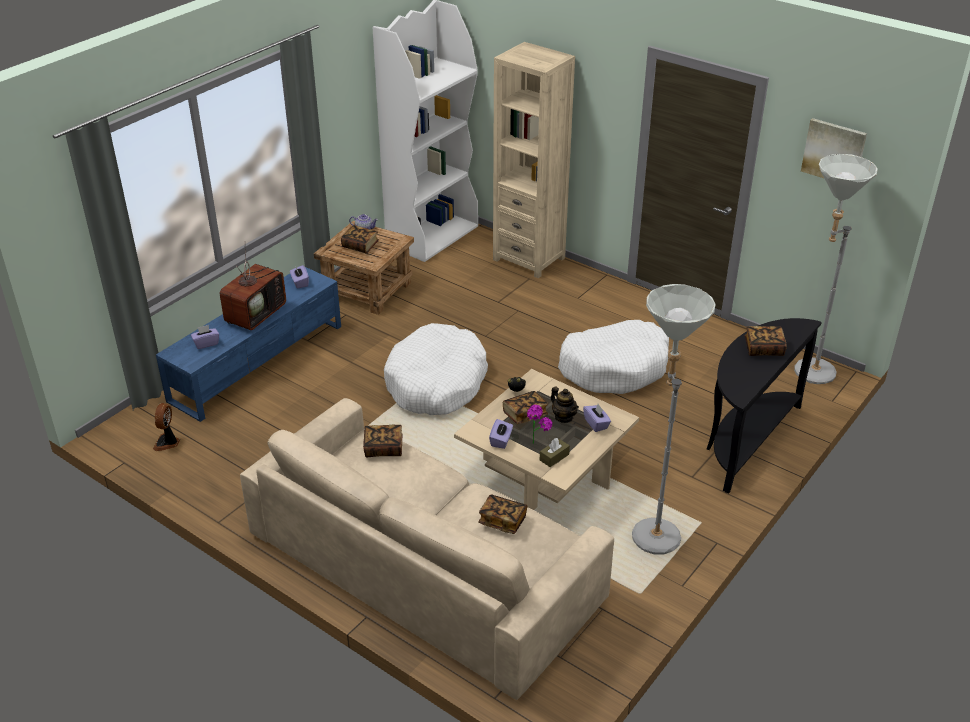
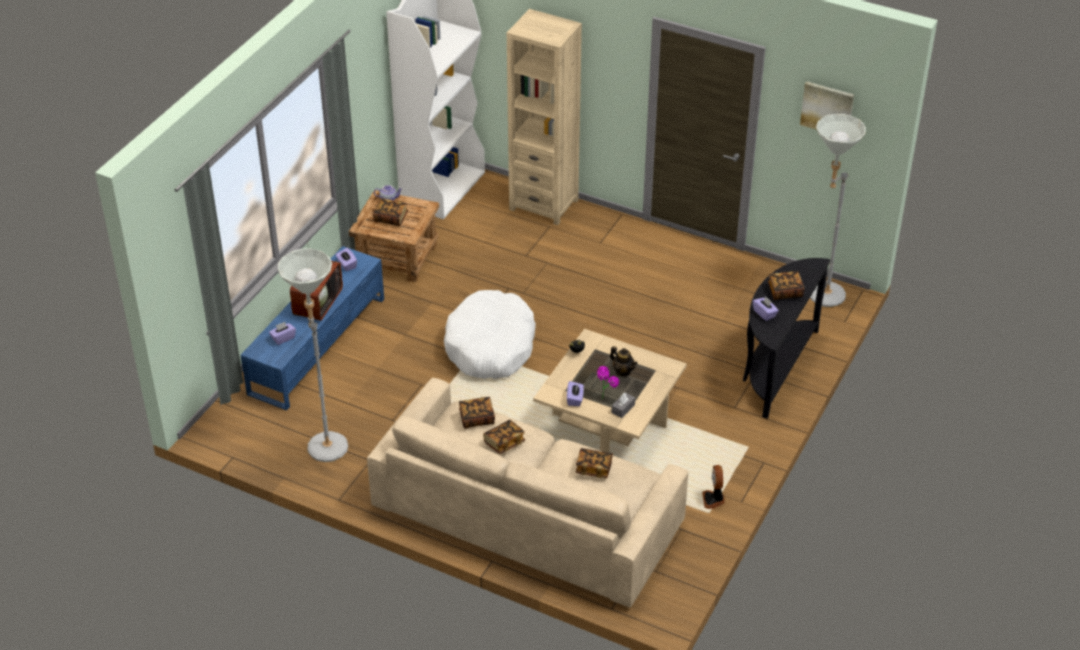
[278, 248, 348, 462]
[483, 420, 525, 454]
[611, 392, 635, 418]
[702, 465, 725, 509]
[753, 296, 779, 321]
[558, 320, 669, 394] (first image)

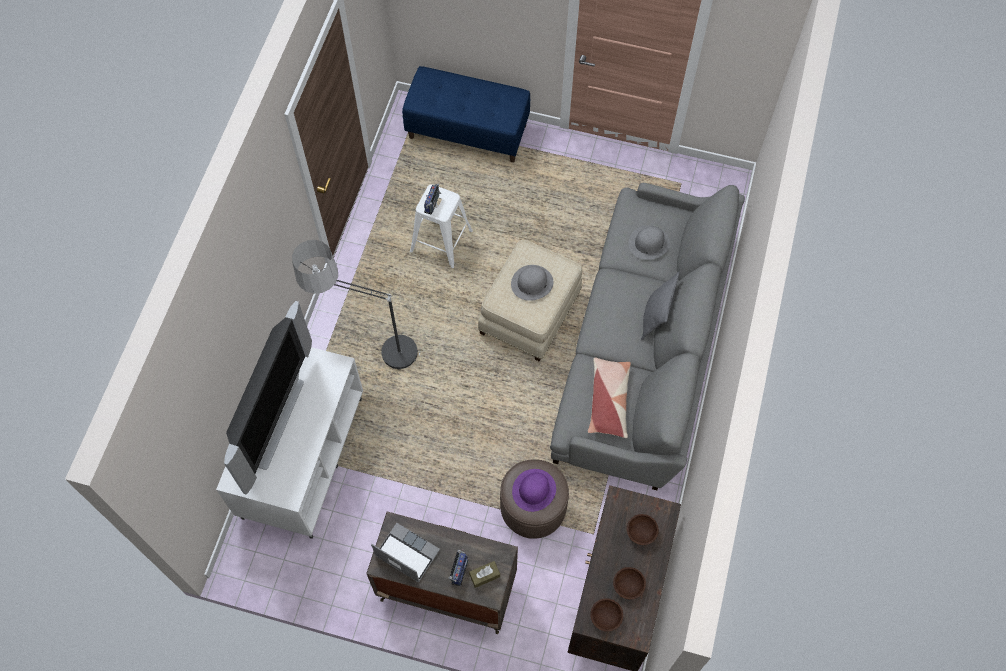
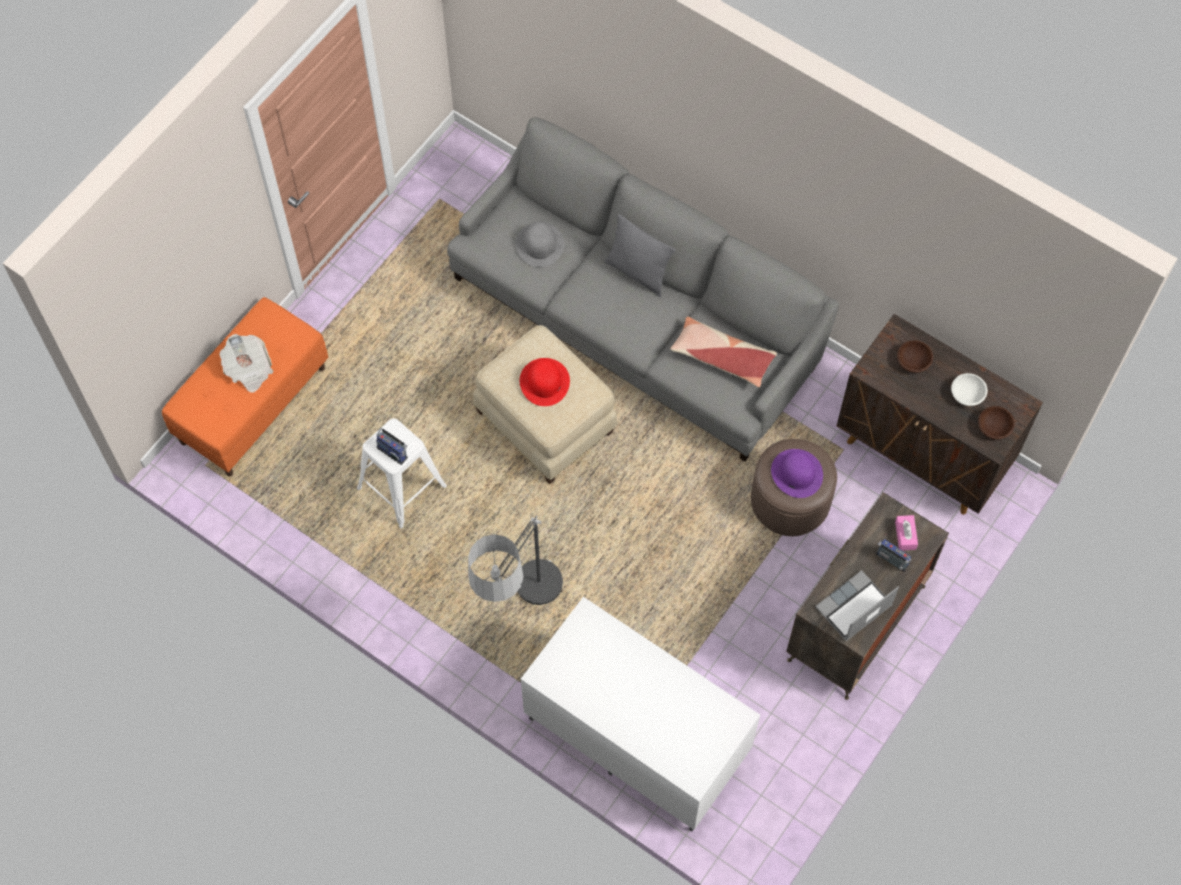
[162, 297, 328, 477]
[220, 334, 274, 393]
[520, 358, 570, 406]
[895, 515, 918, 551]
[951, 373, 987, 406]
[224, 301, 312, 495] (first image)

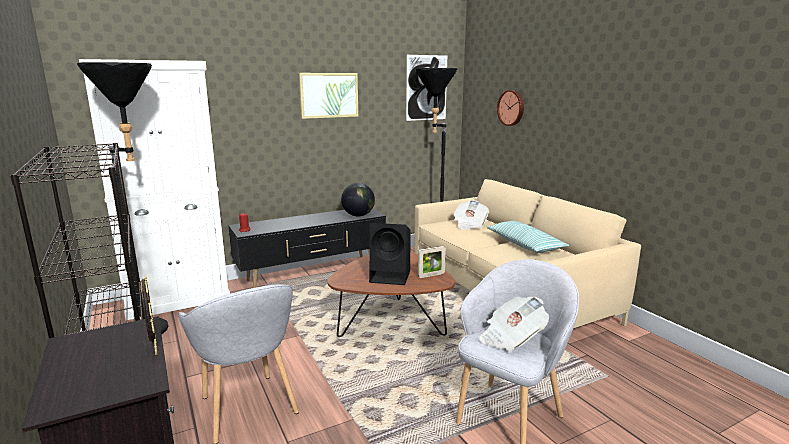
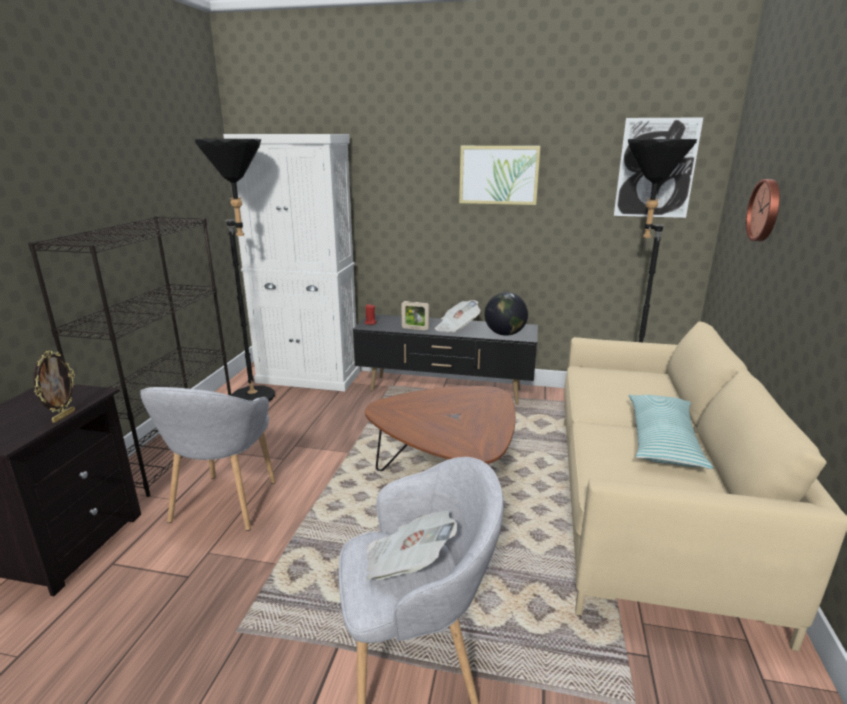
[401, 301, 429, 330]
[435, 300, 481, 333]
[369, 223, 411, 285] (first image)

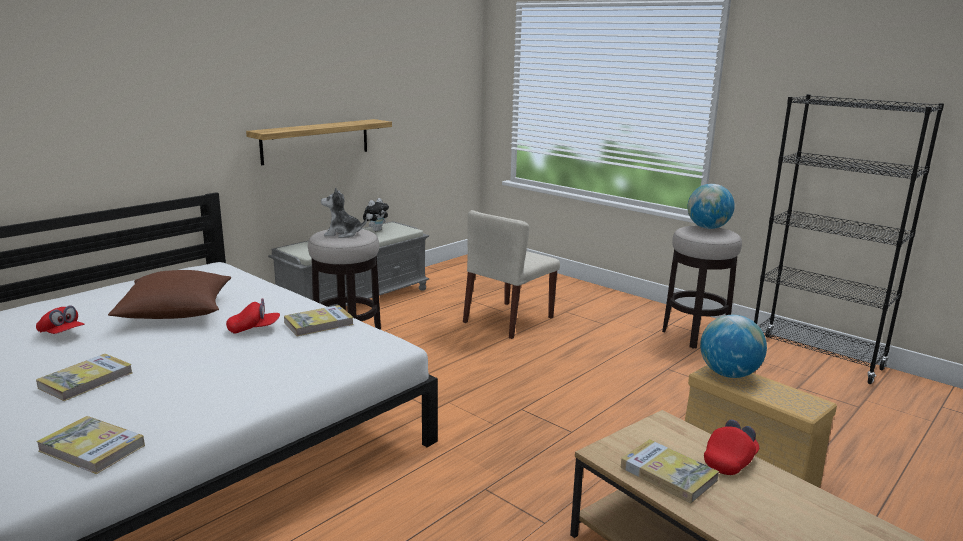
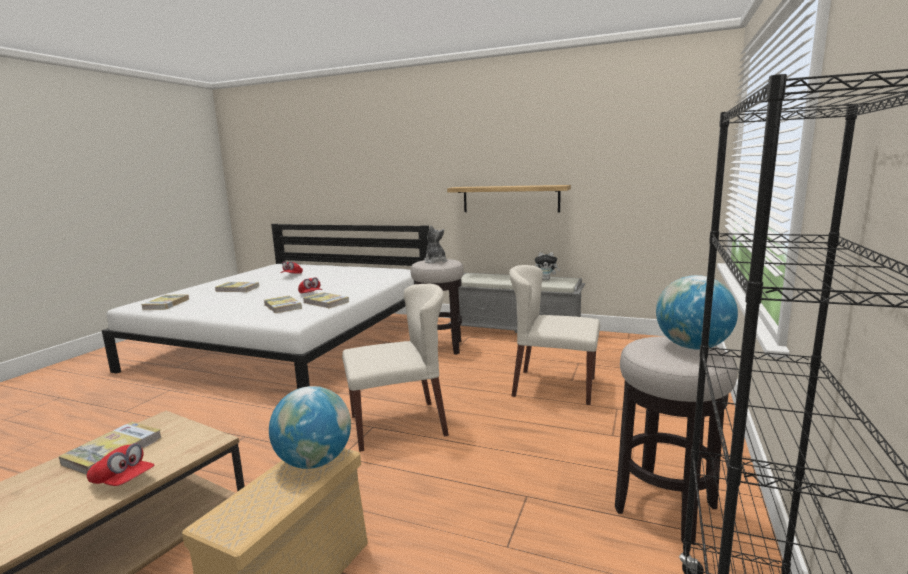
[264, 296, 302, 313]
[342, 284, 449, 452]
[108, 270, 231, 319] (first image)

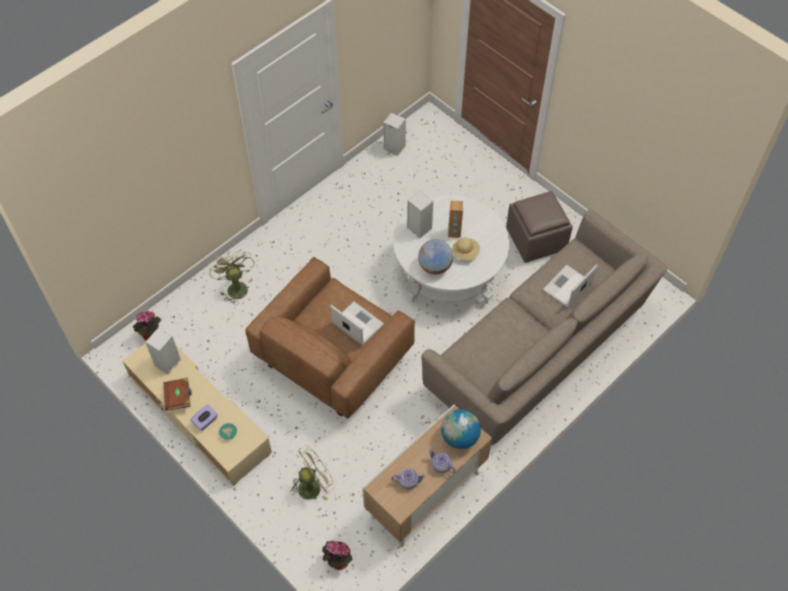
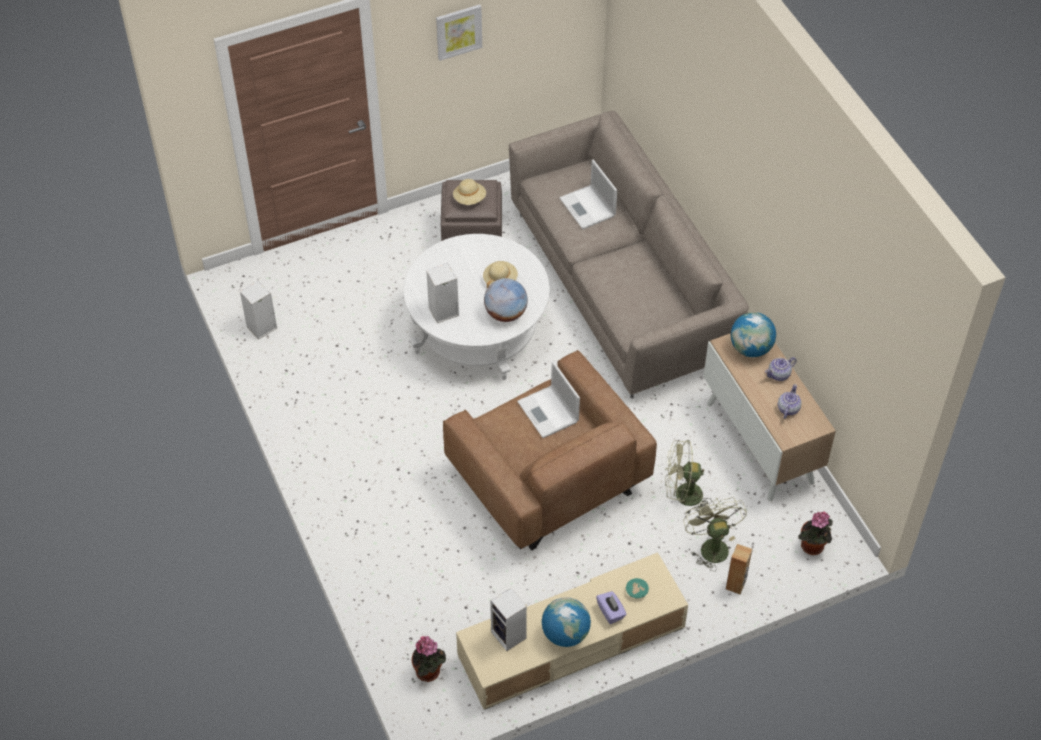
[436, 4, 482, 61]
[453, 179, 486, 205]
[517, 361, 580, 438]
[542, 597, 591, 647]
[665, 440, 712, 515]
[726, 544, 752, 594]

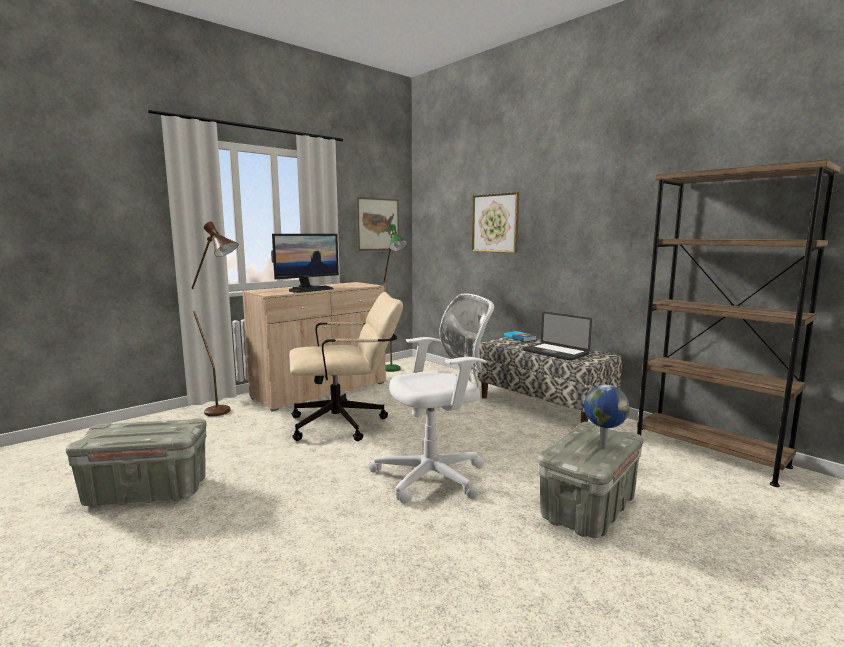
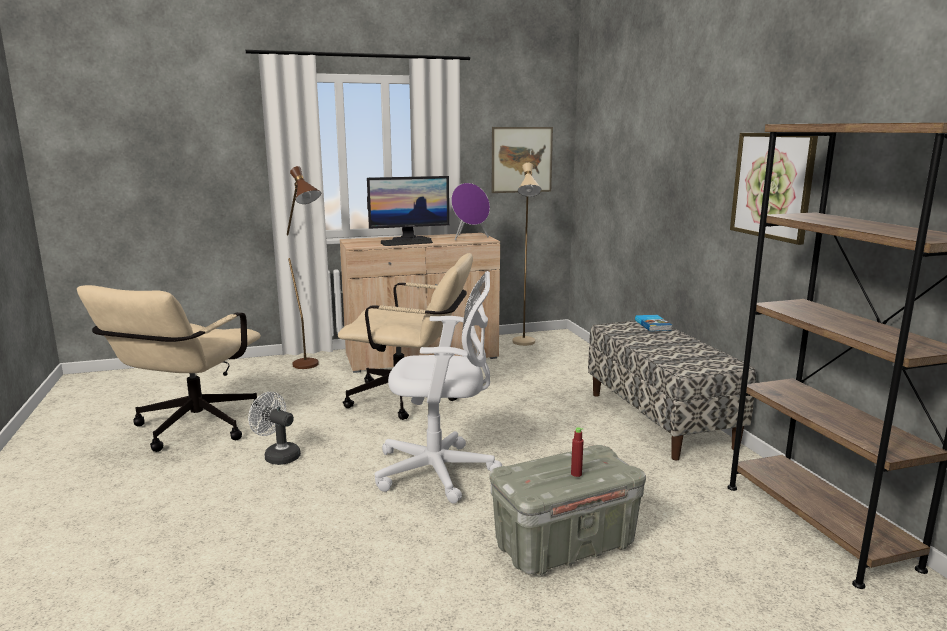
[77, 285, 262, 452]
[248, 392, 301, 465]
[451, 183, 490, 241]
[512, 163, 541, 346]
[571, 427, 584, 477]
[730, 133, 818, 245]
[523, 312, 592, 361] (first image)

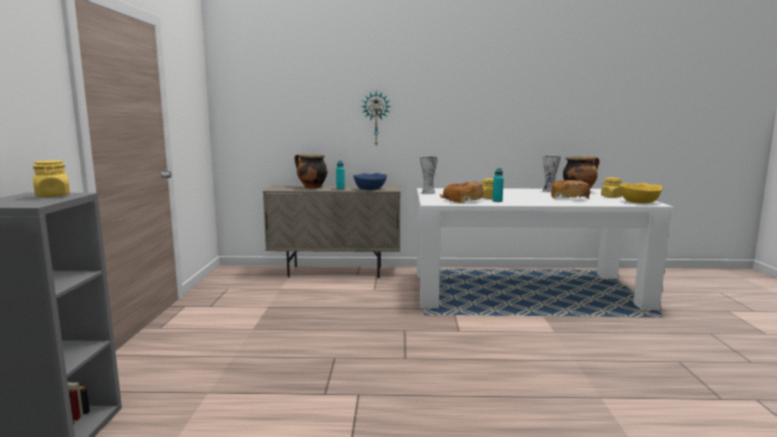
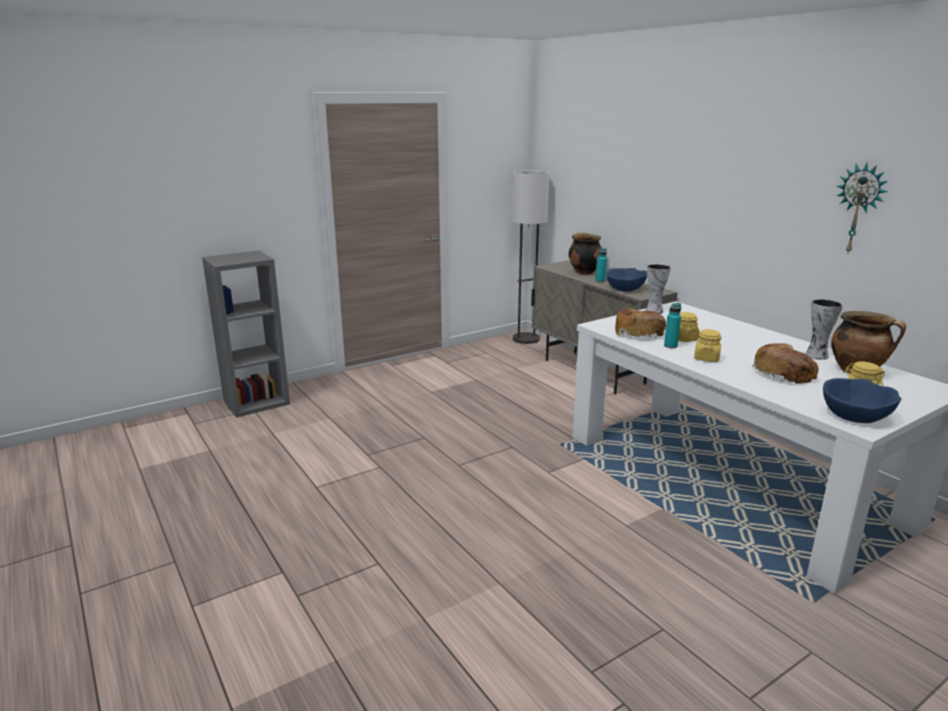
[512, 170, 549, 344]
[694, 329, 721, 362]
[823, 378, 901, 423]
[837, 163, 888, 255]

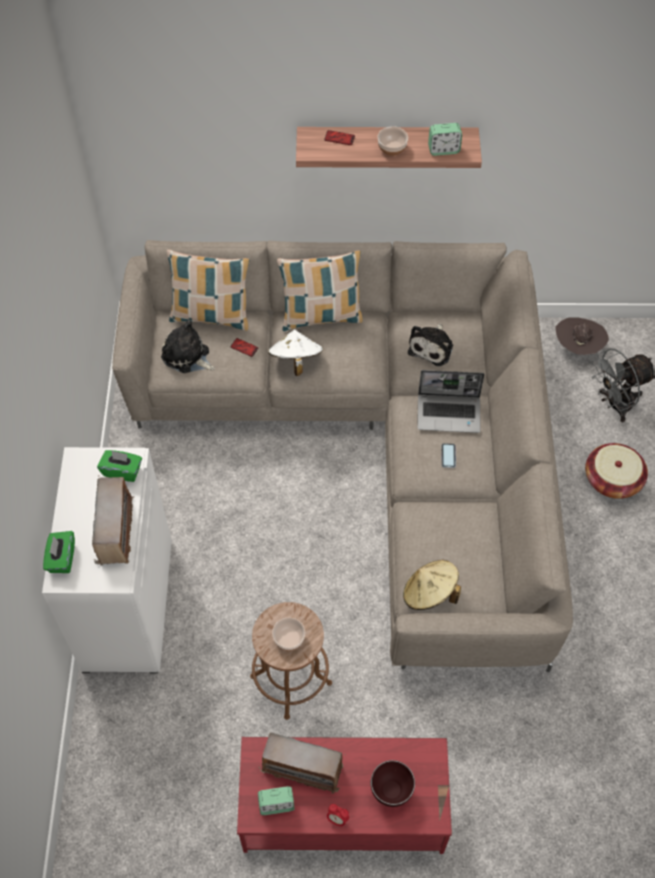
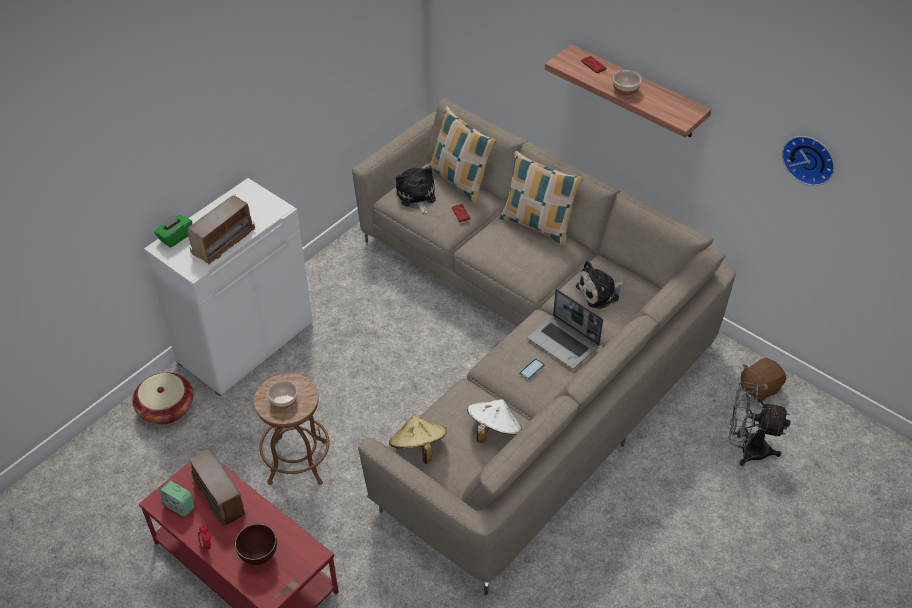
[132, 372, 193, 424]
[467, 399, 522, 443]
[740, 358, 786, 403]
[782, 136, 835, 186]
[97, 450, 142, 482] (first image)
[428, 123, 462, 156] (first image)

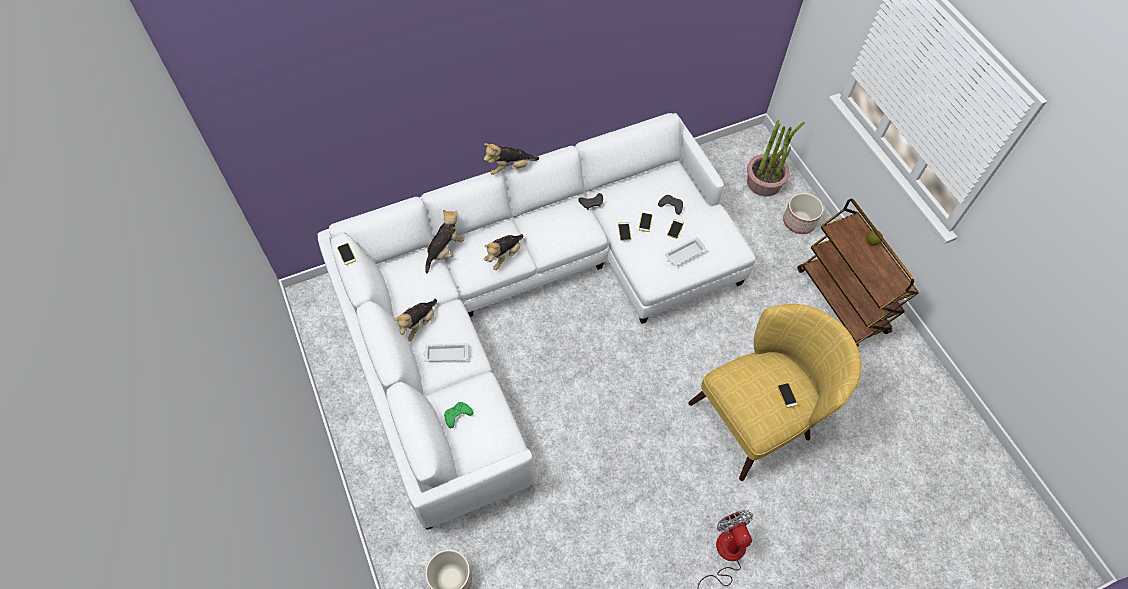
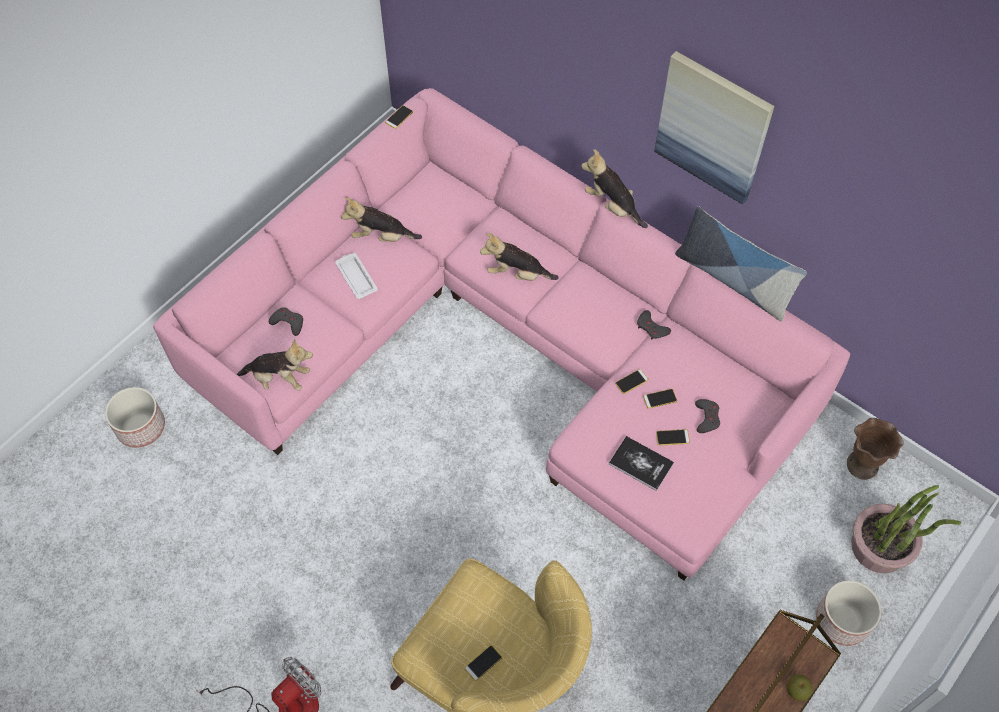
[153, 88, 850, 580]
[237, 339, 313, 390]
[269, 307, 303, 336]
[609, 436, 674, 491]
[654, 51, 775, 205]
[675, 206, 807, 321]
[847, 418, 904, 480]

